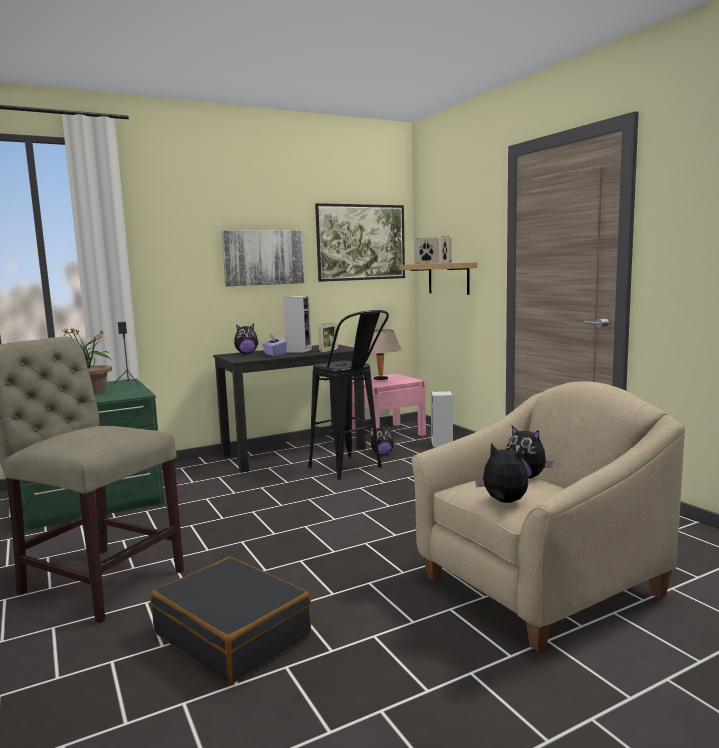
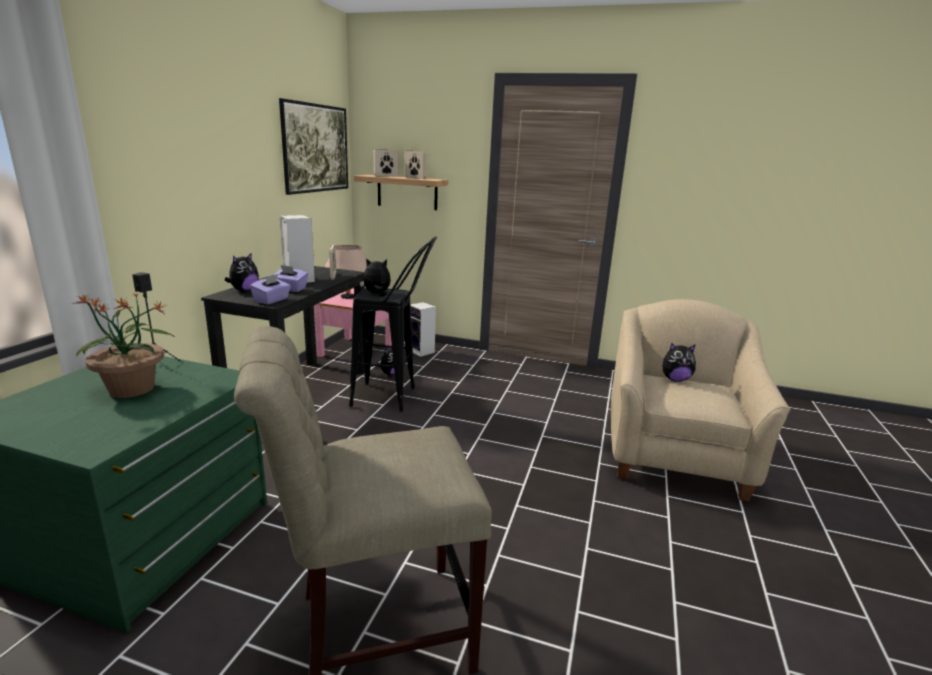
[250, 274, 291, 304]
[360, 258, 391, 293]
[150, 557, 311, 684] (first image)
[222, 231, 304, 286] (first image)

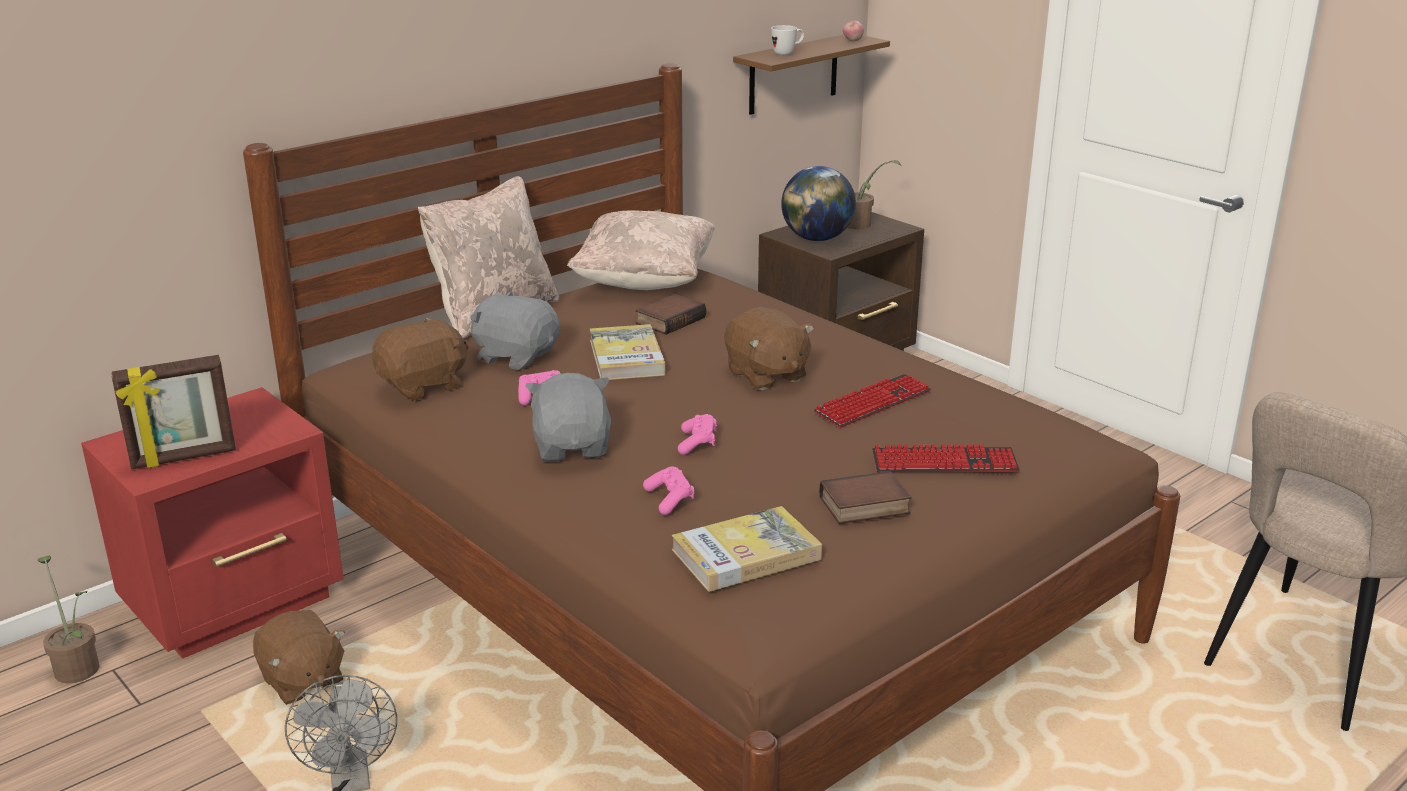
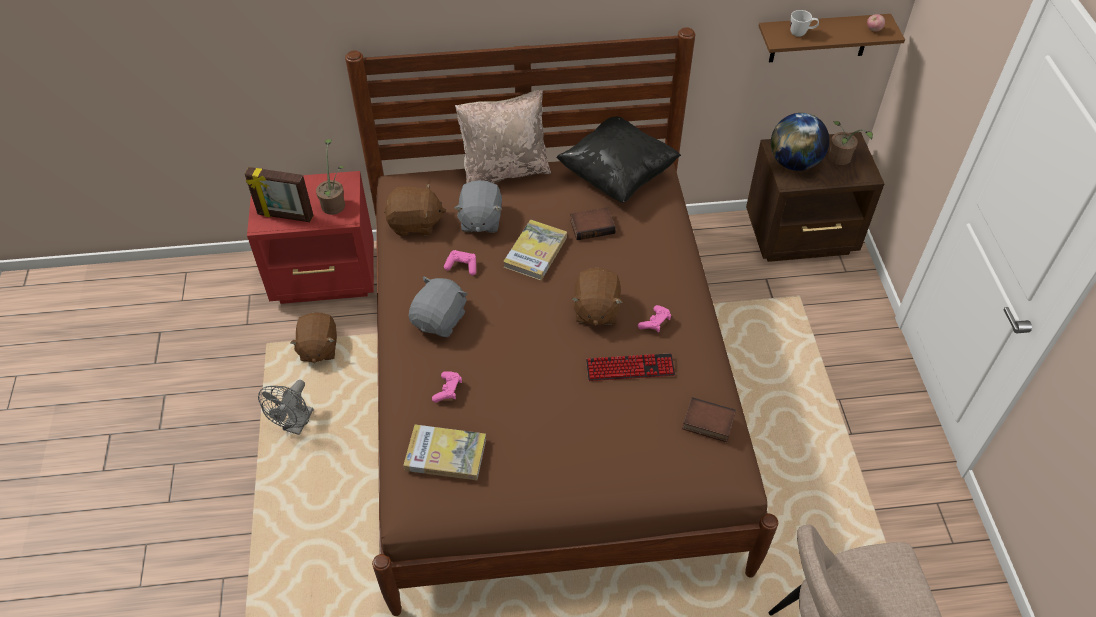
[316, 139, 345, 215]
[454, 180, 502, 233]
[556, 116, 681, 203]
[638, 305, 671, 332]
[682, 397, 736, 442]
[872, 444, 1020, 472] (first image)

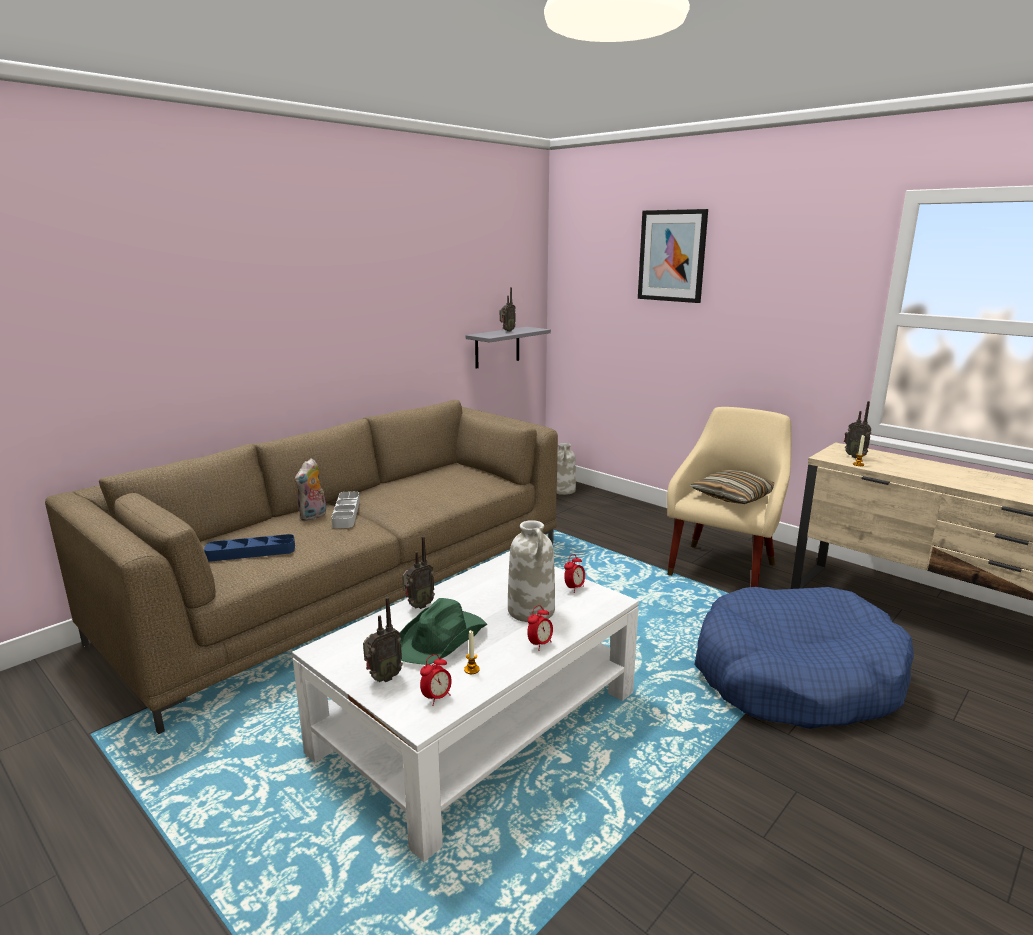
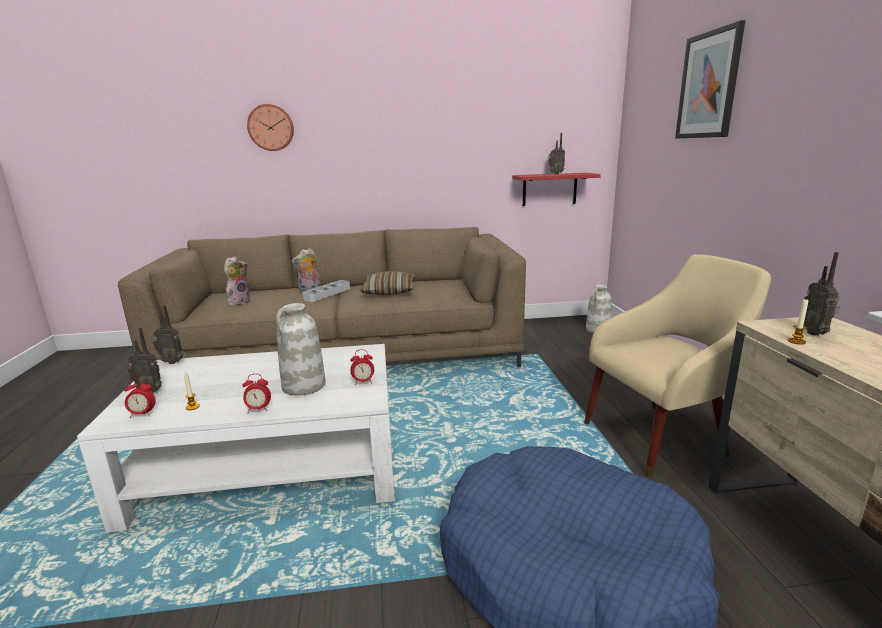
[153, 305, 183, 364]
[224, 256, 250, 306]
[247, 104, 294, 151]
[360, 271, 416, 295]
[512, 173, 601, 206]
[400, 598, 488, 665] (first image)

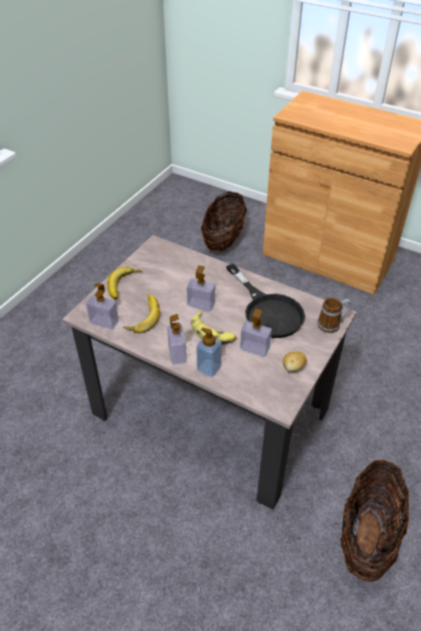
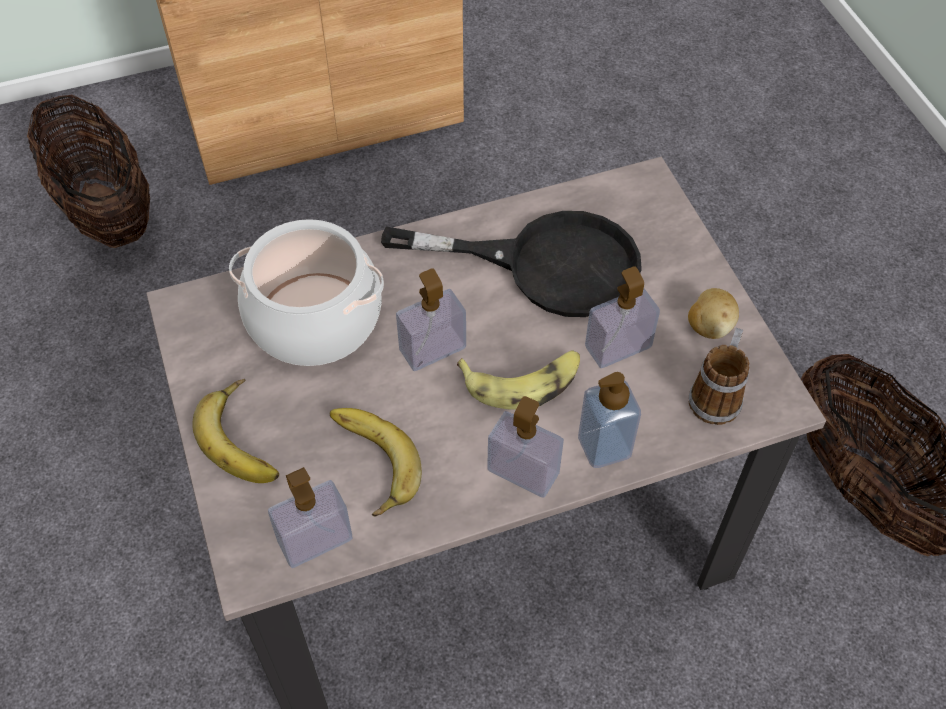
[229, 219, 384, 366]
[689, 328, 749, 425]

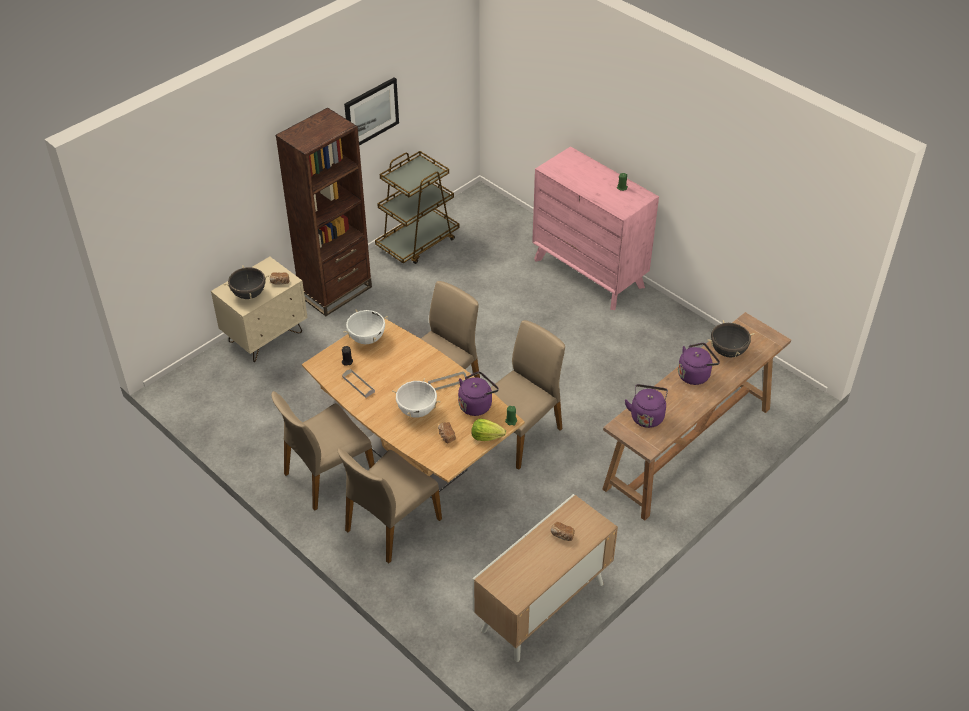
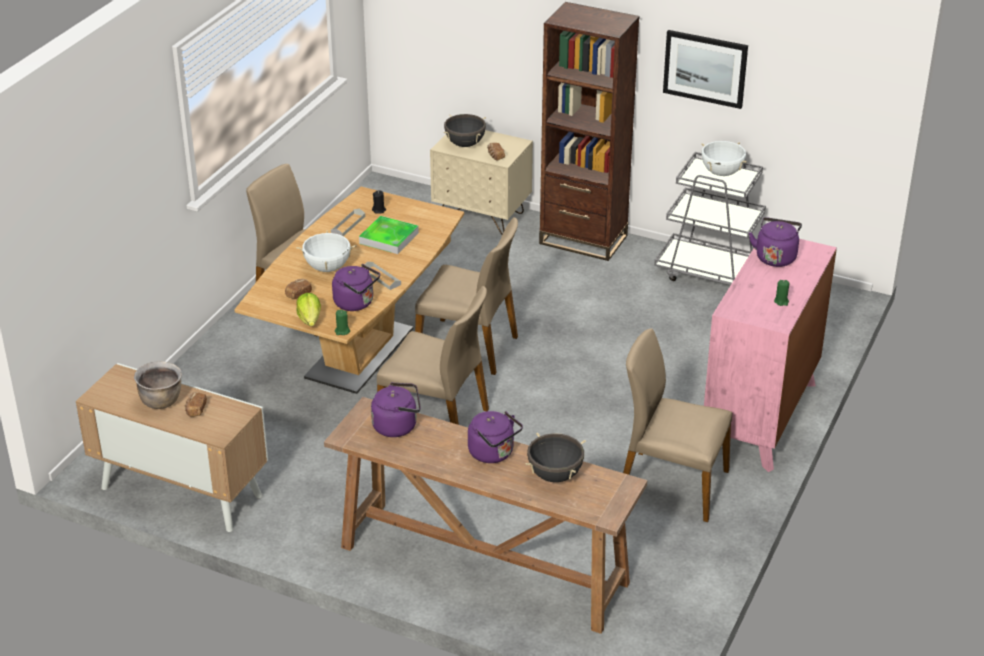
[134, 361, 182, 409]
[359, 216, 419, 254]
[623, 328, 732, 522]
[654, 152, 766, 285]
[701, 141, 747, 176]
[749, 217, 802, 267]

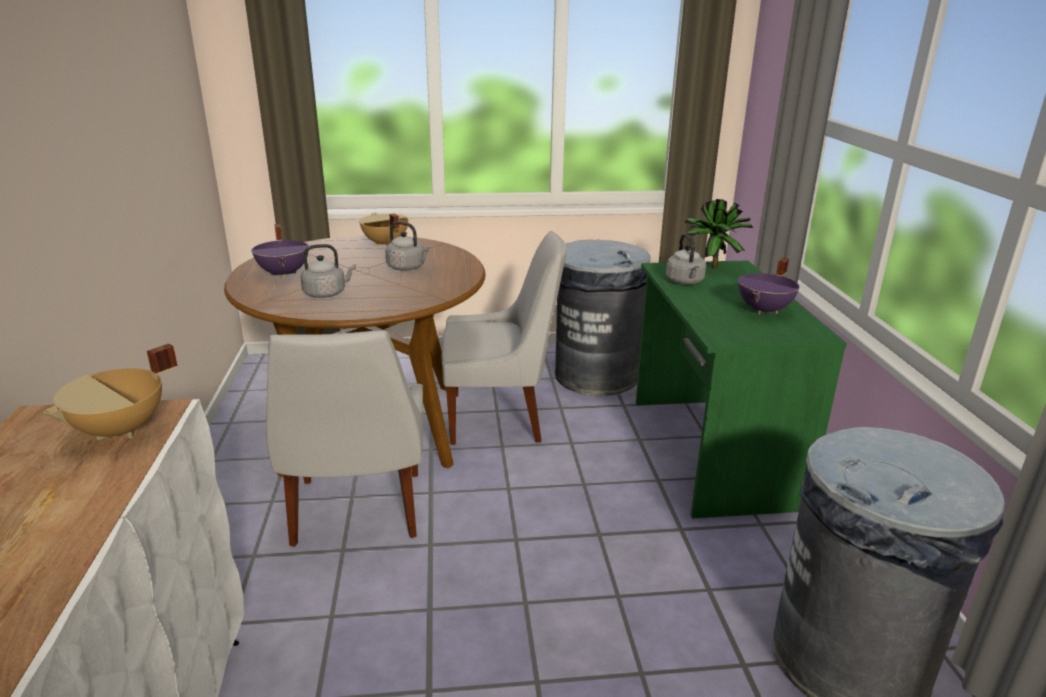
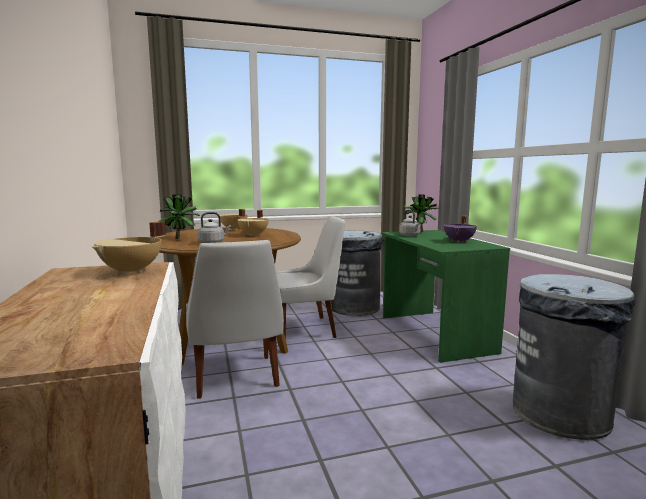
[158, 194, 200, 239]
[237, 210, 269, 236]

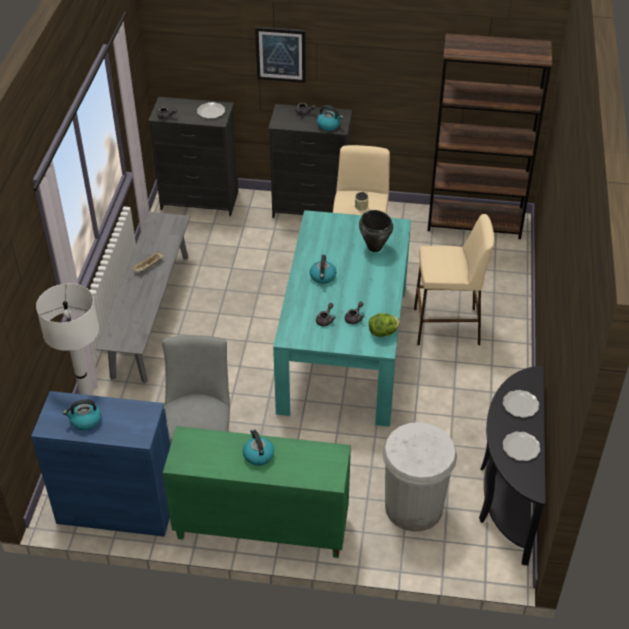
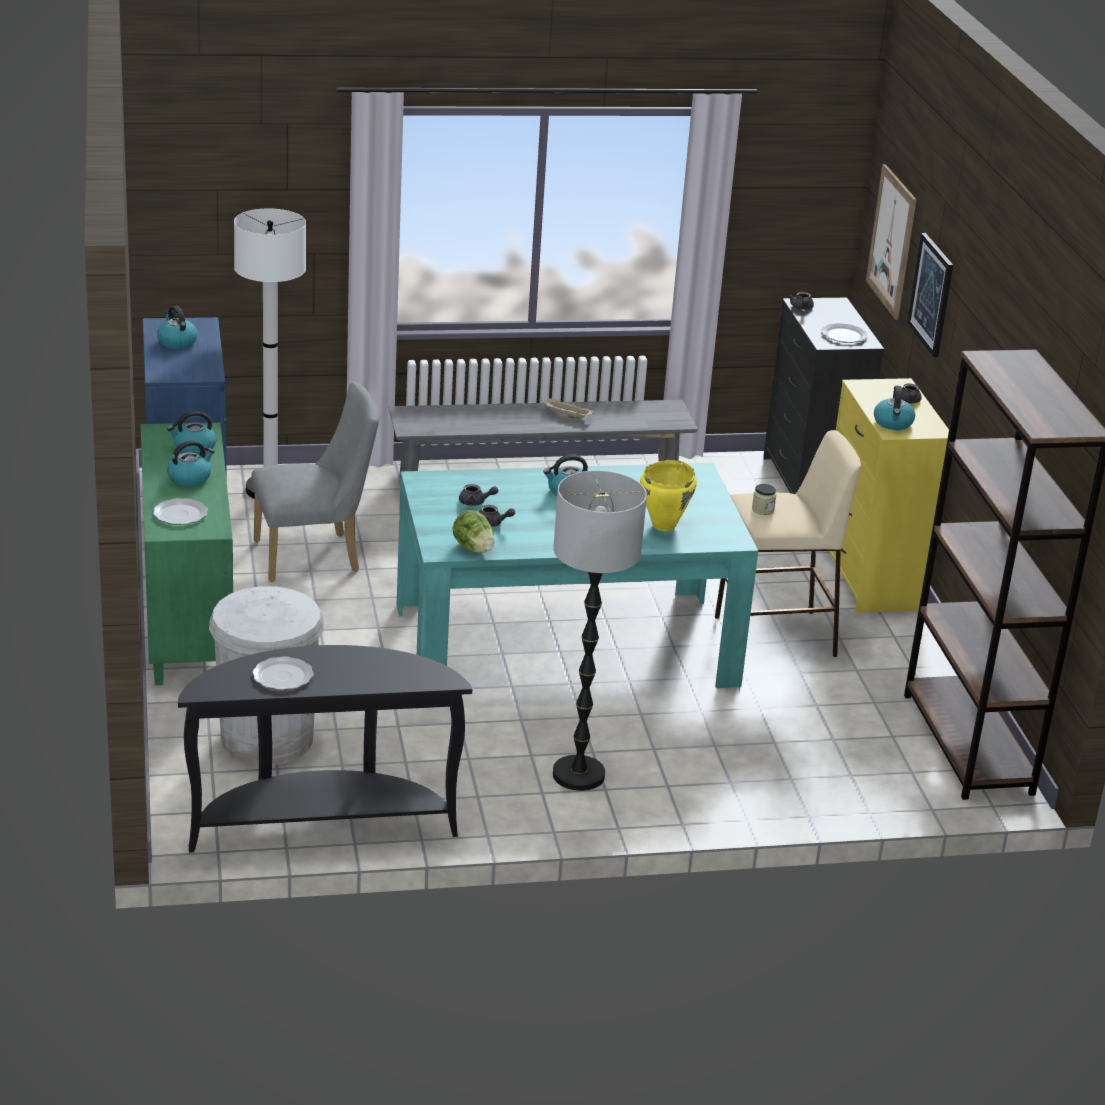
[153, 498, 208, 525]
[167, 411, 216, 455]
[553, 471, 647, 791]
[640, 460, 697, 531]
[829, 378, 949, 613]
[866, 164, 917, 320]
[414, 214, 494, 345] (first image)

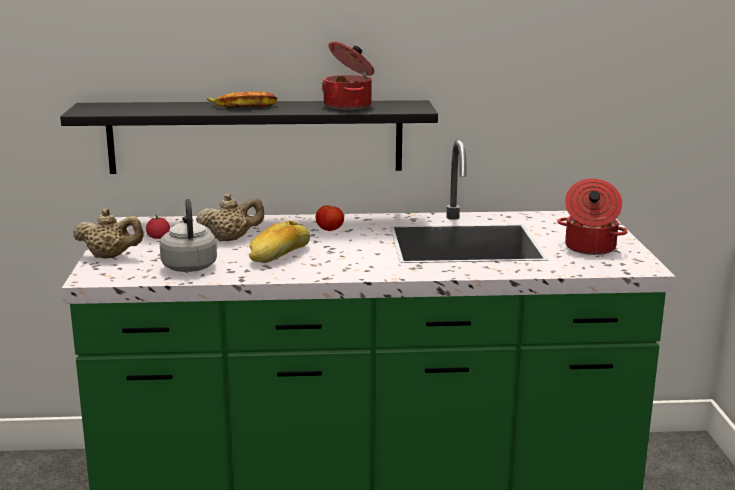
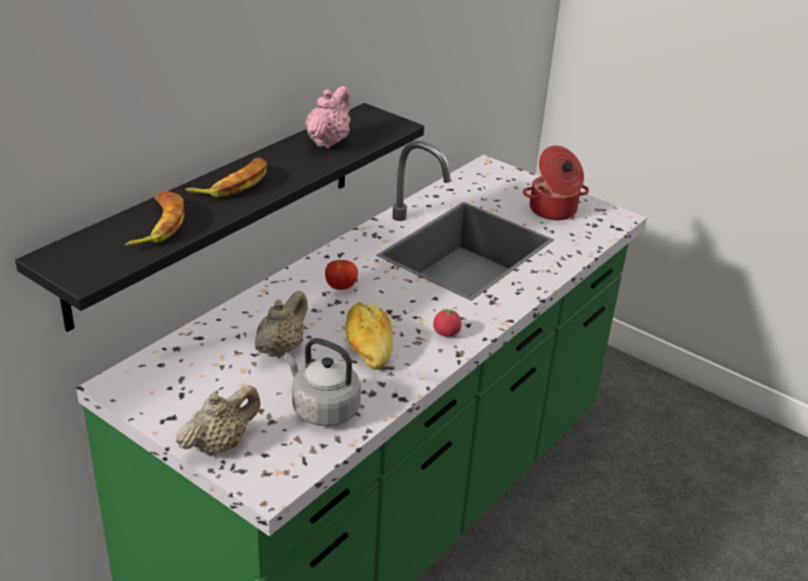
[125, 191, 184, 246]
[306, 86, 351, 148]
[433, 307, 462, 337]

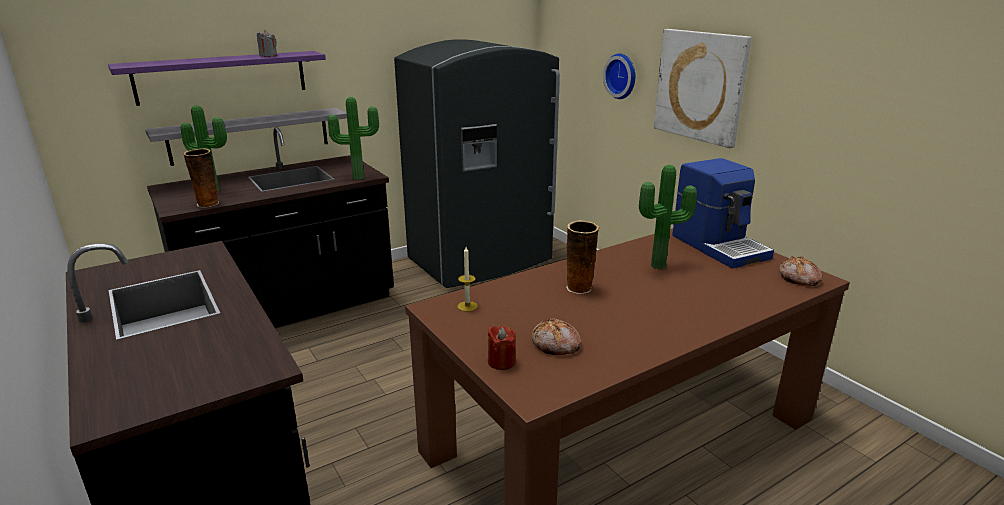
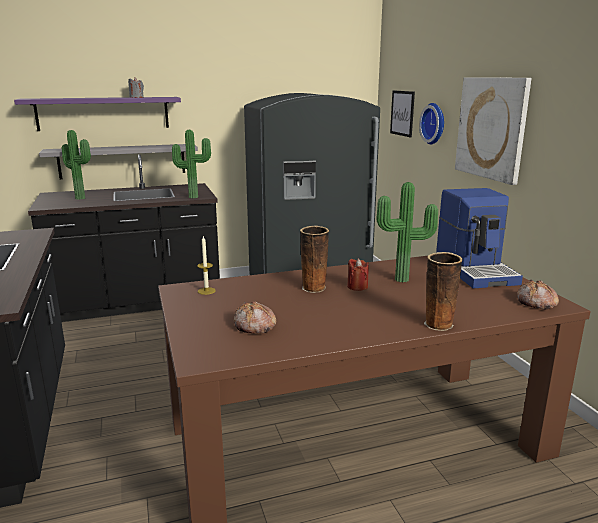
[347, 259, 369, 291]
[390, 90, 415, 138]
[424, 252, 462, 331]

